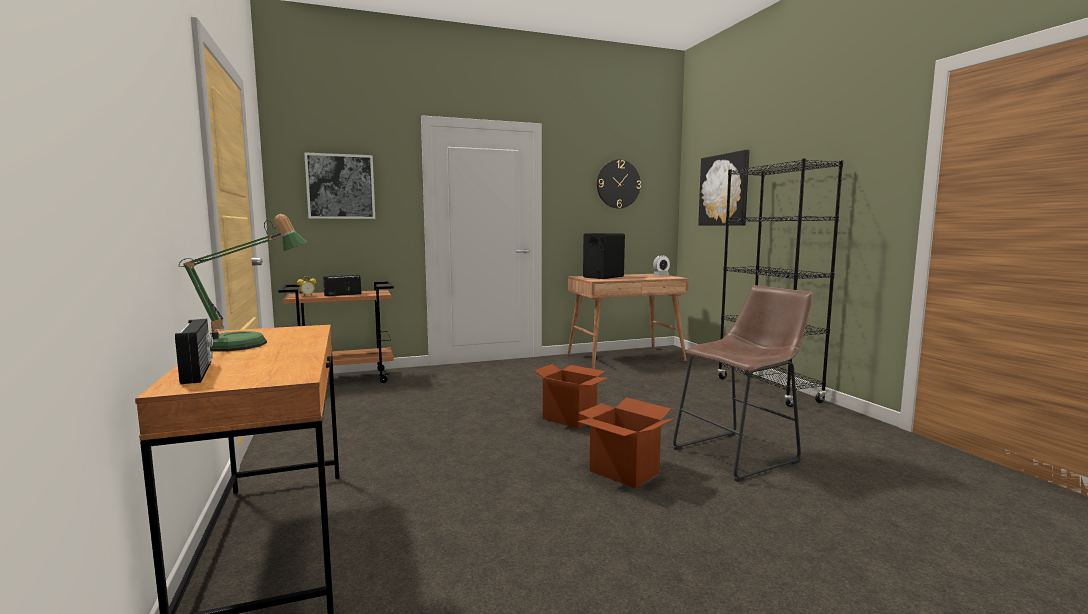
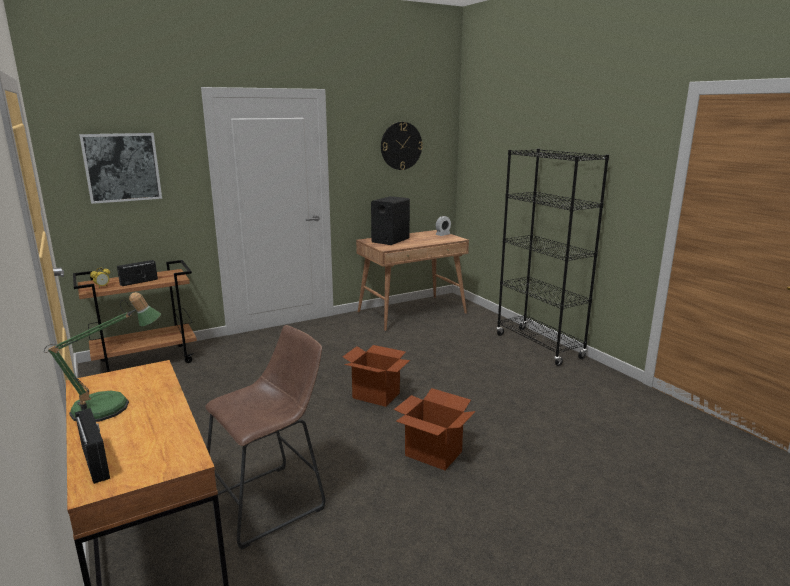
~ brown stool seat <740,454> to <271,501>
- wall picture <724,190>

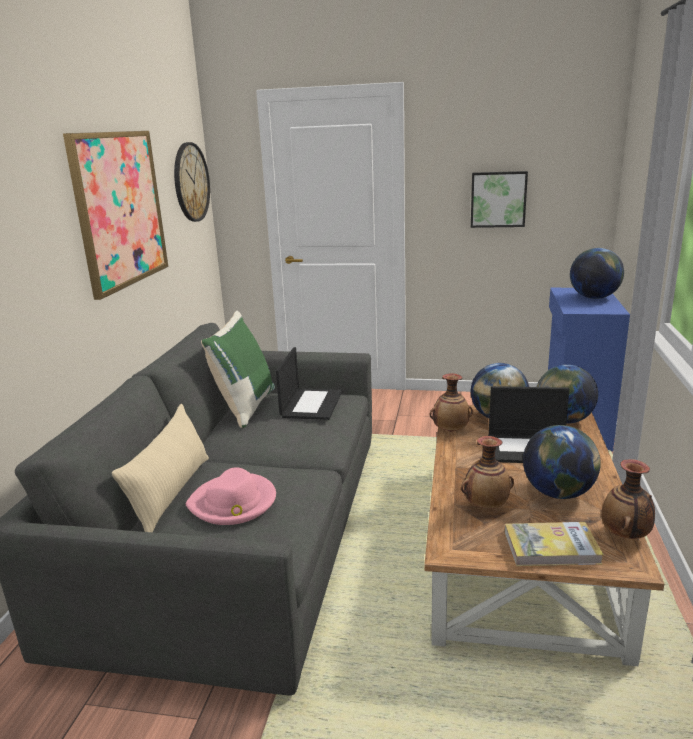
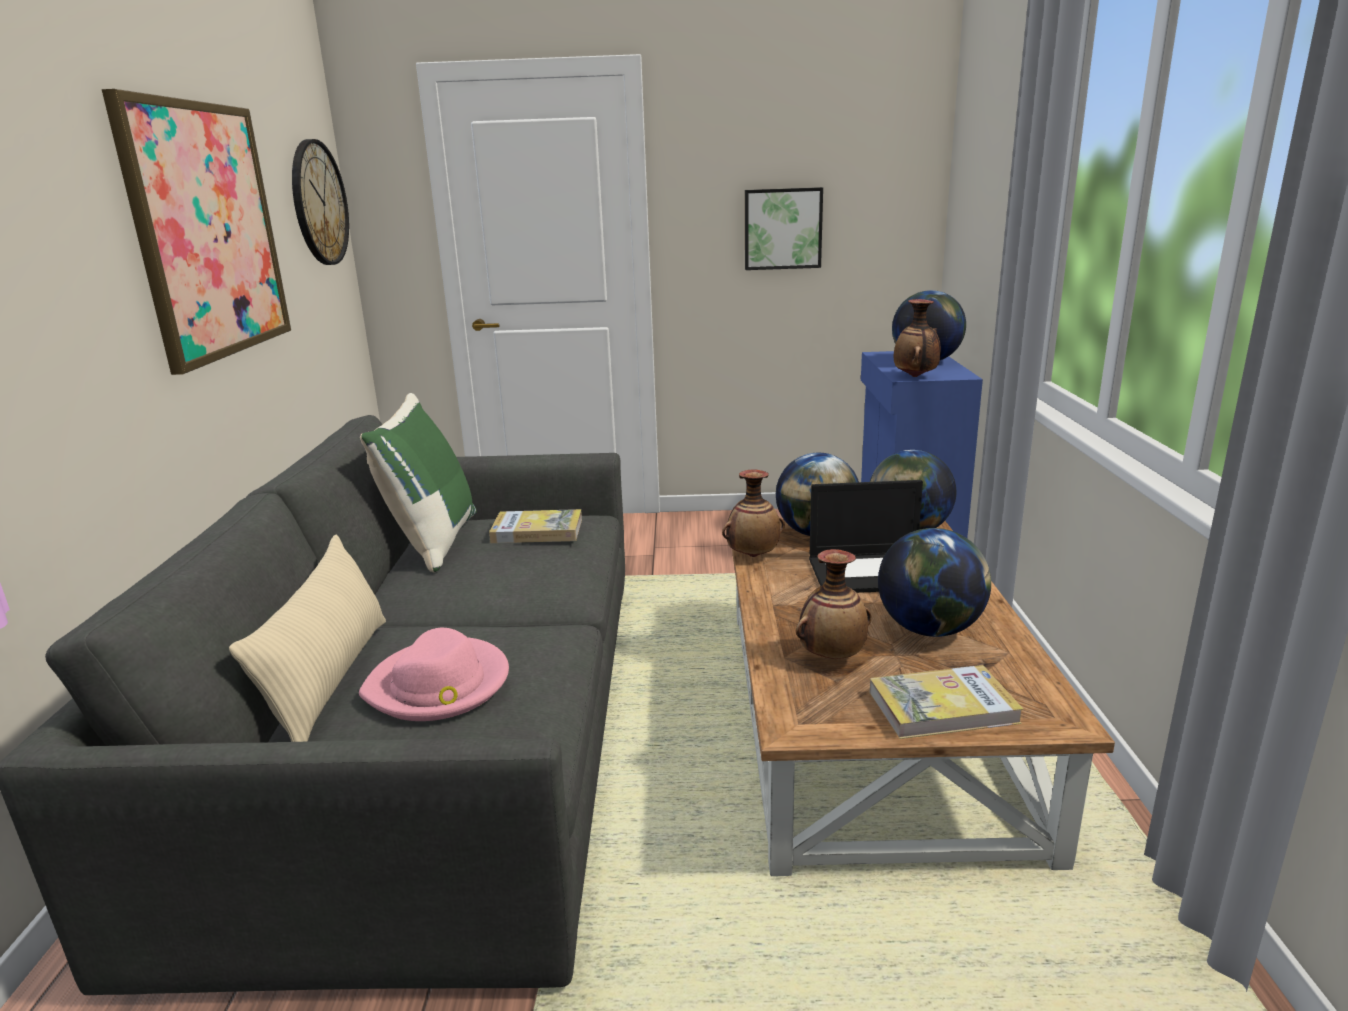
~ notebook computer <311,404> to volume <537,531>
~ flower vase <625,535> to <916,376>

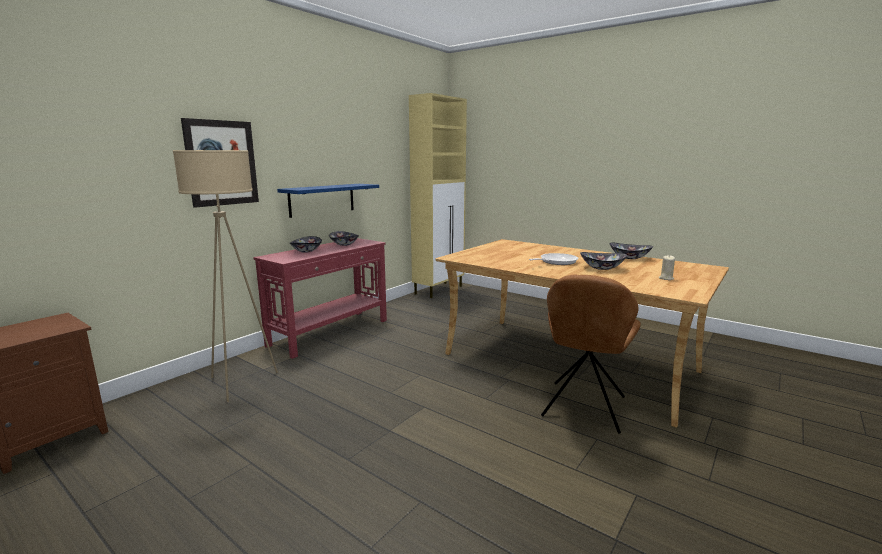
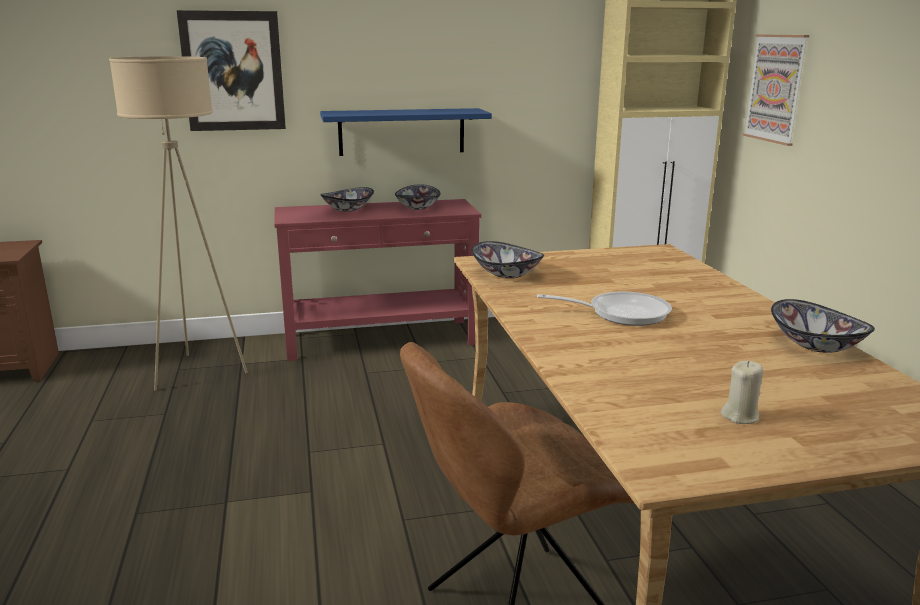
~ bowl <602,268> to <506,274>
+ wall picture <776,88>

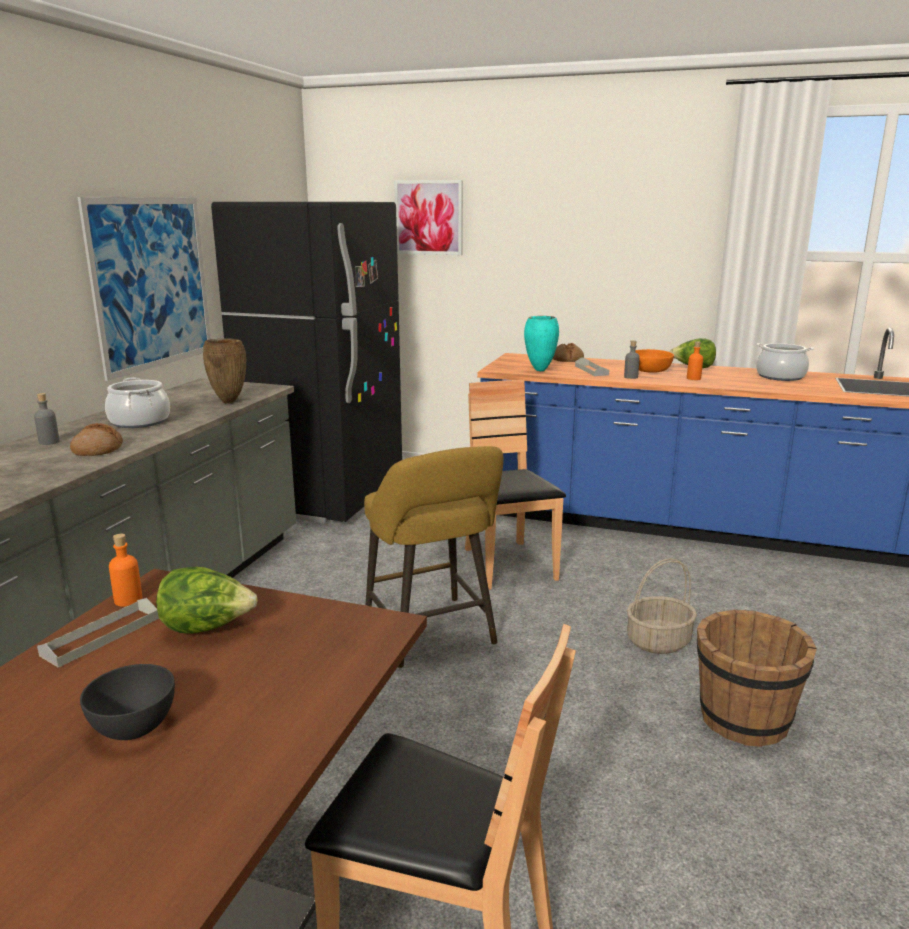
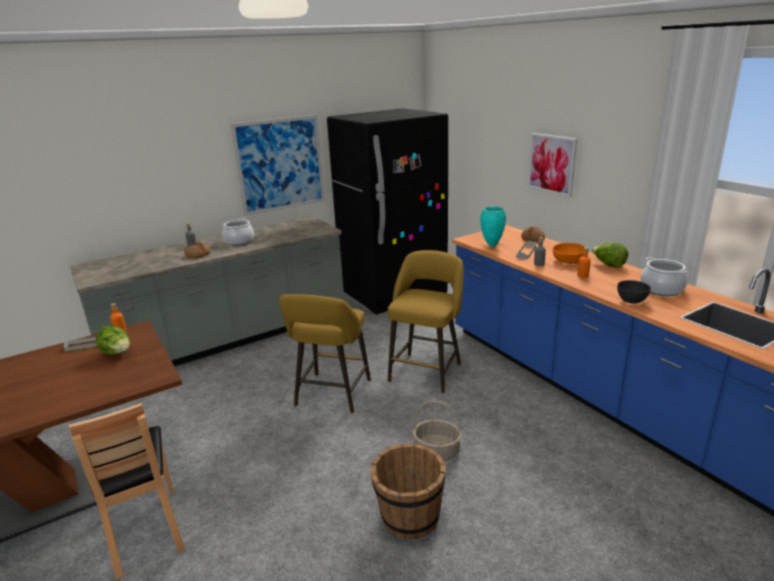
~ gray bowl <134,728> to <631,301>
- brown flower vase <229,402>
~ wall picture <429,217> to <552,164>
~ brown plain chair <508,565> to yellowish stool seat <426,370>

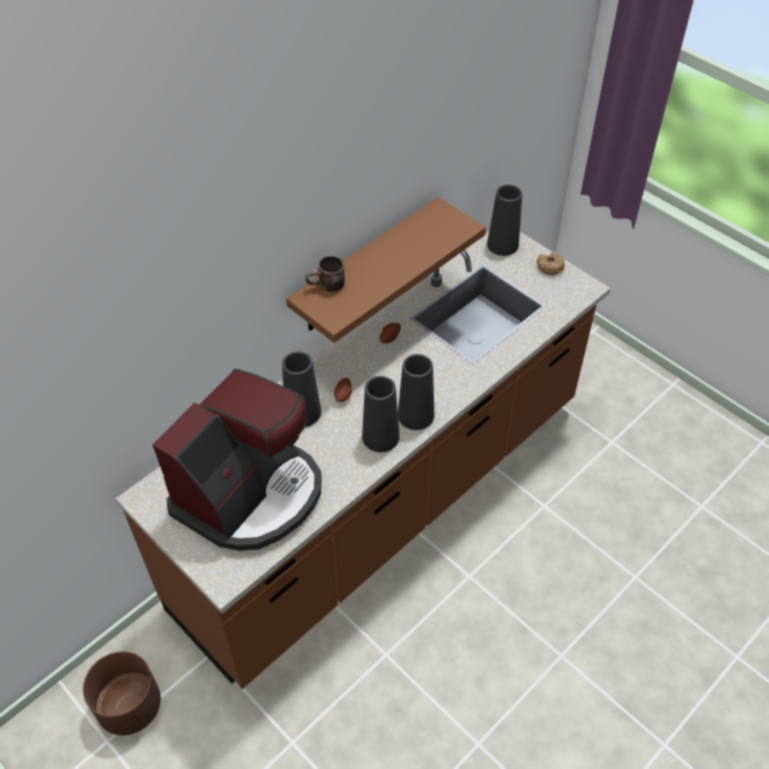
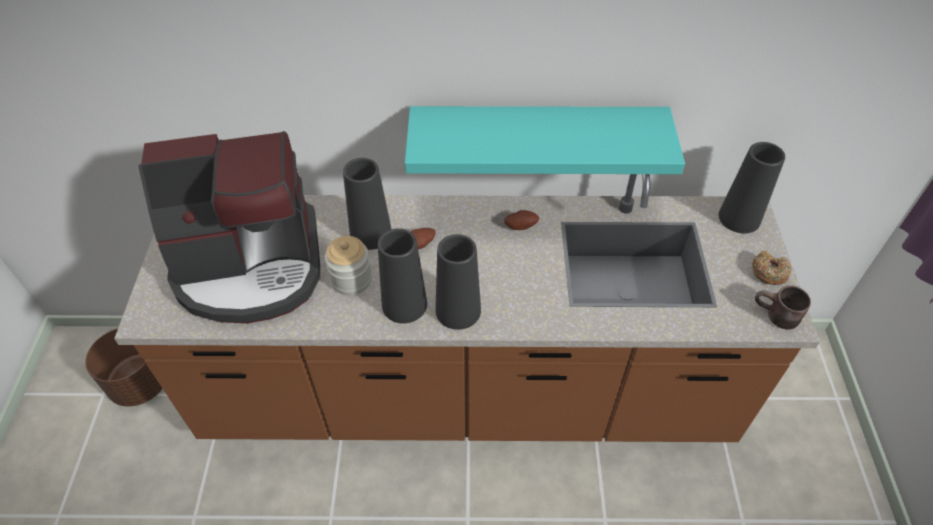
~ brown bracket shelf <366,267> to blue-green bracket shelf <536,136>
~ brown tea mug <327,287> to <775,317>
+ preserve jar <351,279>

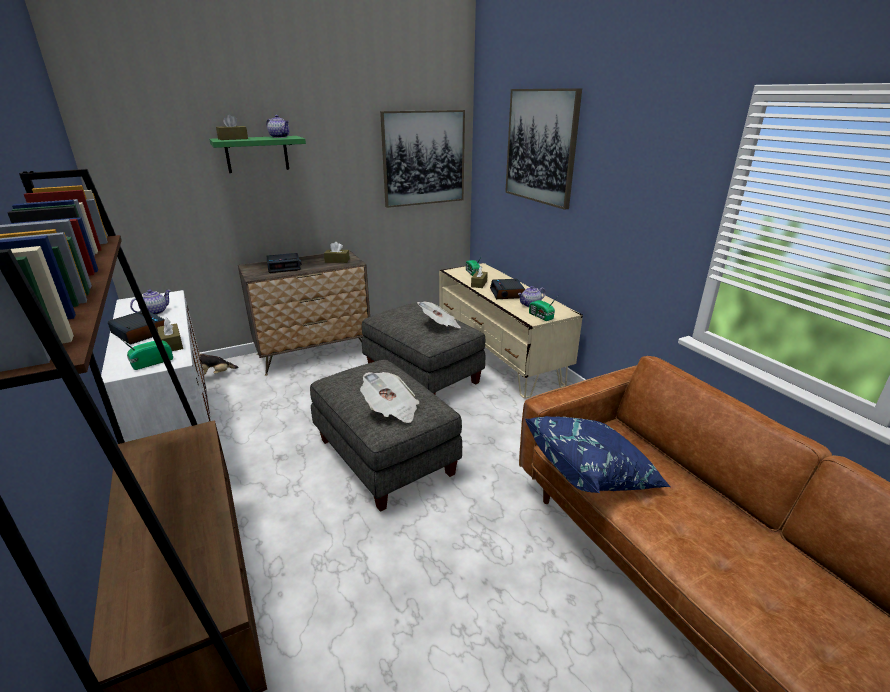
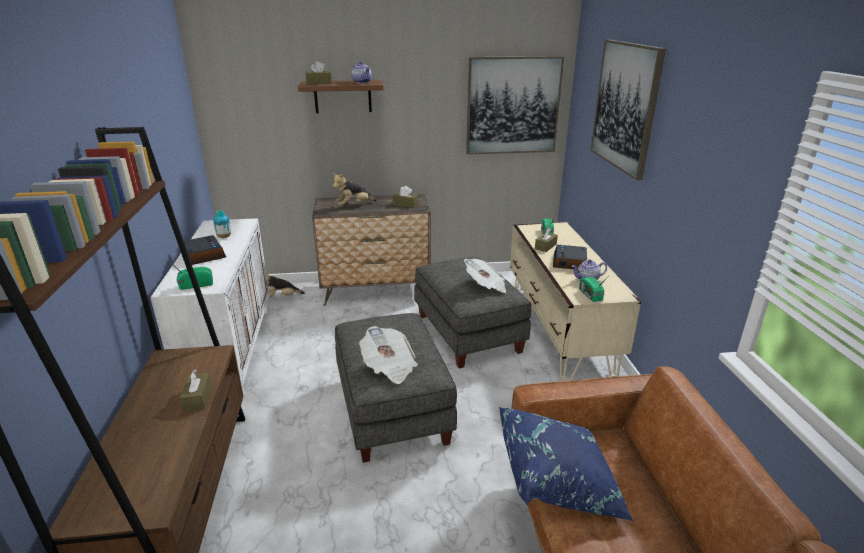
~ tea pot <155,312> to flower vase <224,237>
~ brown tissue holder <171,344> to <197,397>
~ green-coloured bracket shelf <257,154> to brown bracket shelf <342,96>
~ alarm clock <284,267> to soft toy <354,205>

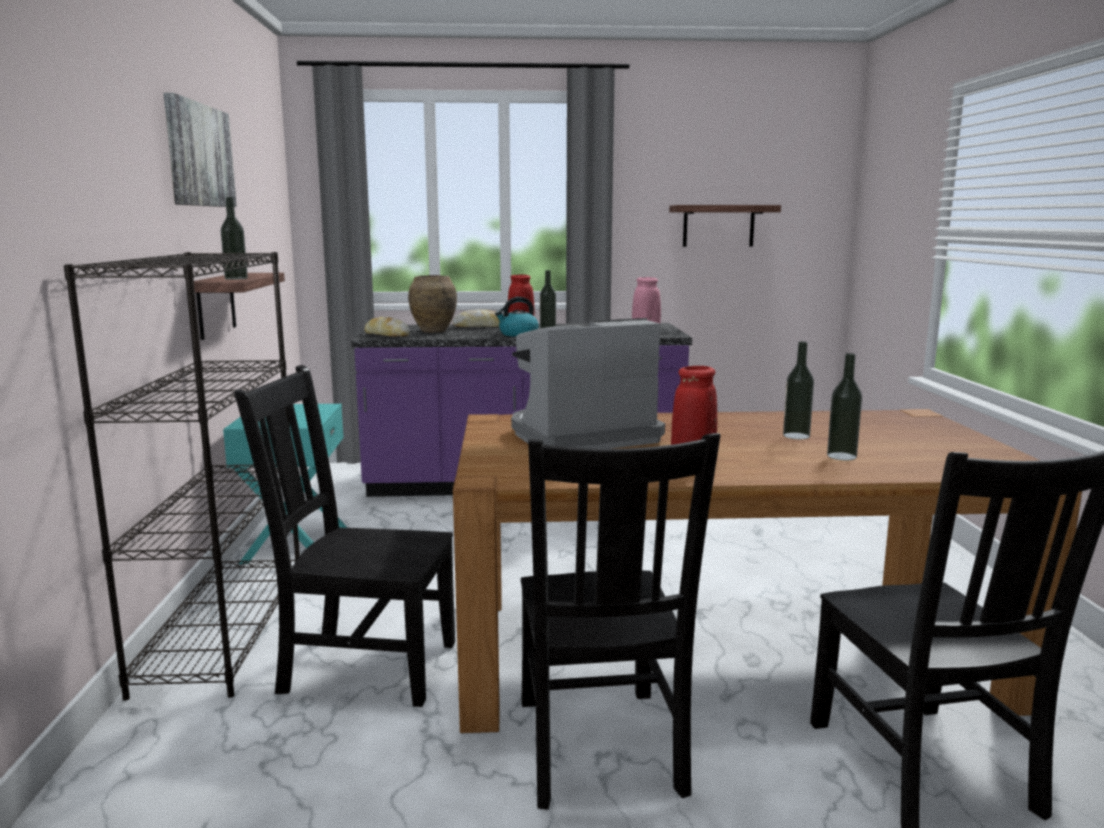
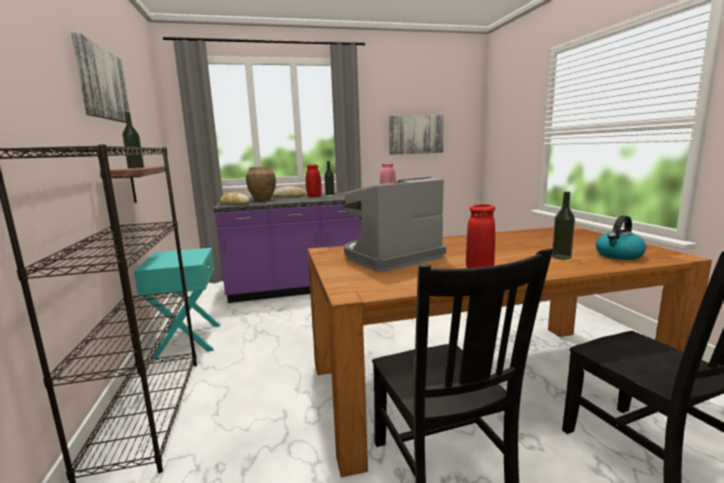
- black-coloured plain chair <363,666>
~ kettle <518,334> to <618,255>
~ bracket shelf <718,226> to wall picture <416,134>
- beverage bottle <796,436>

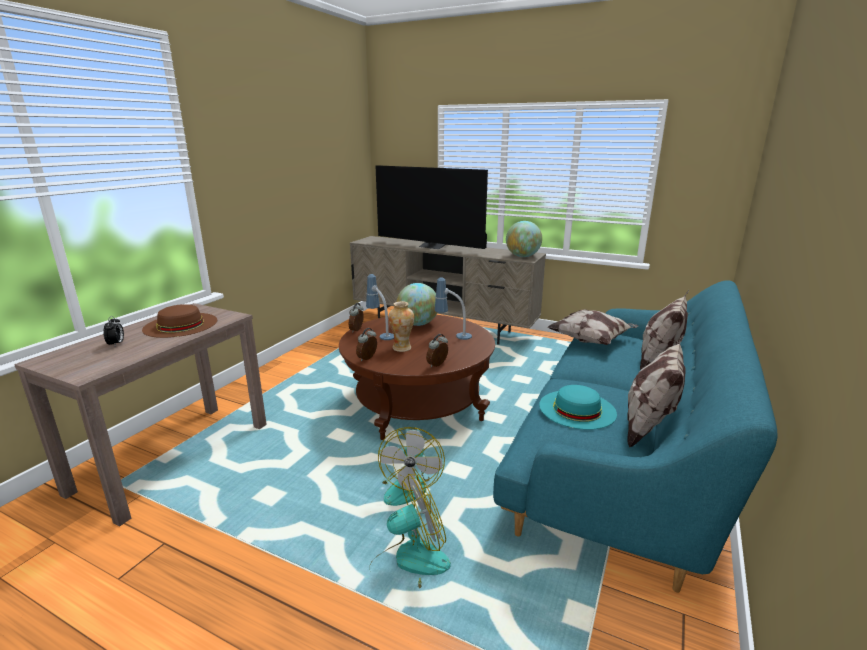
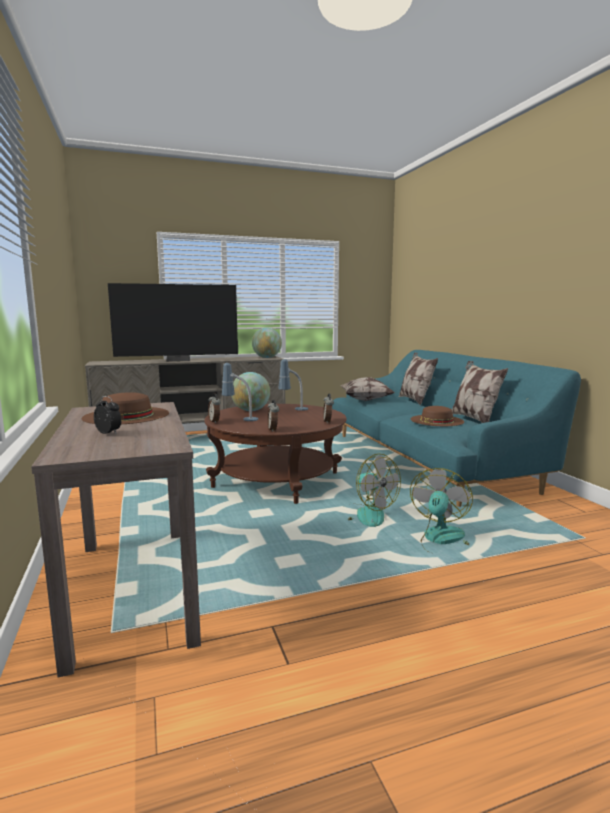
- flower vase <402,348>
~ blue-green clothing hat <577,409> to brown clothing hat <436,420>

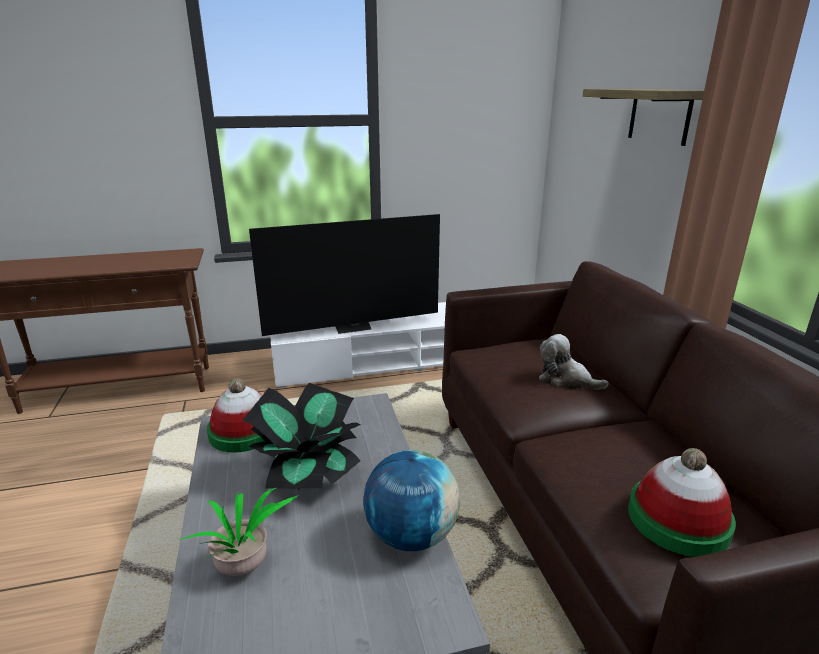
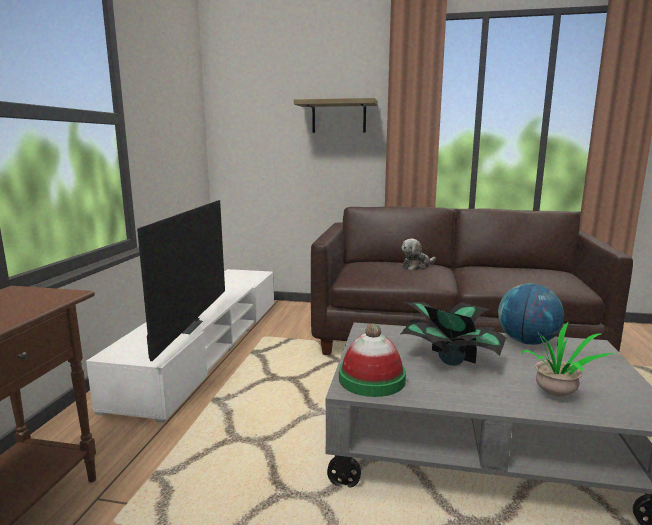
- clothing hat <678,519>

